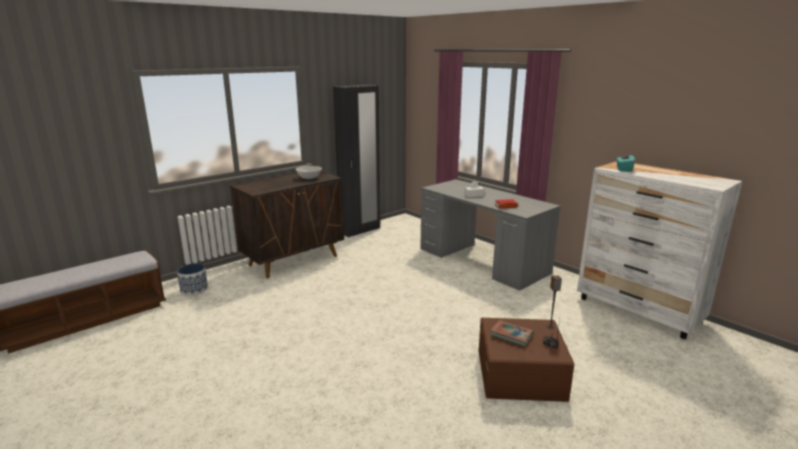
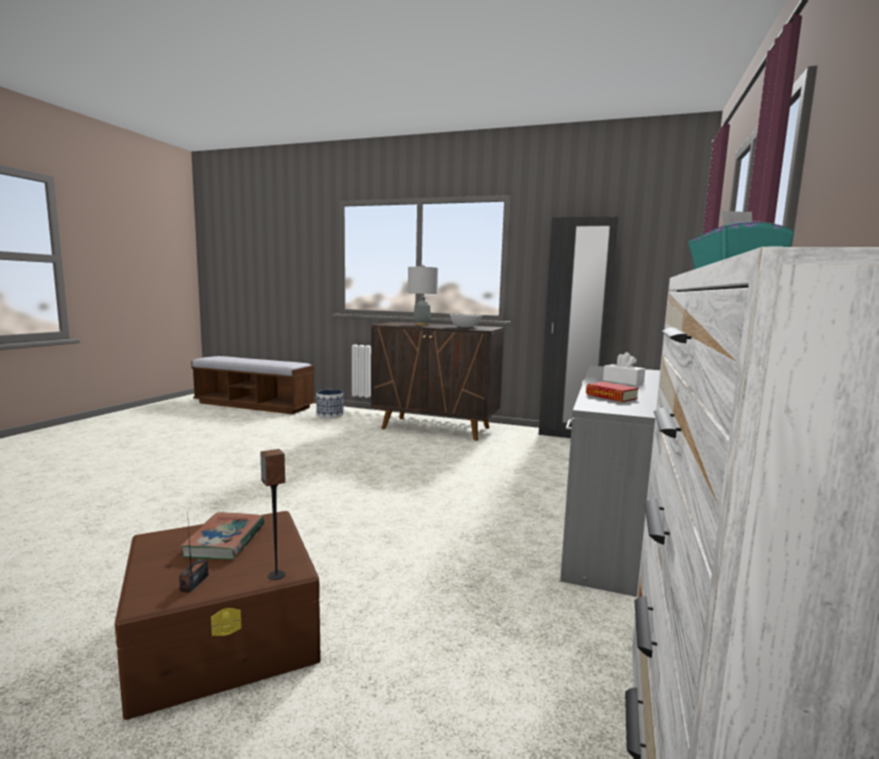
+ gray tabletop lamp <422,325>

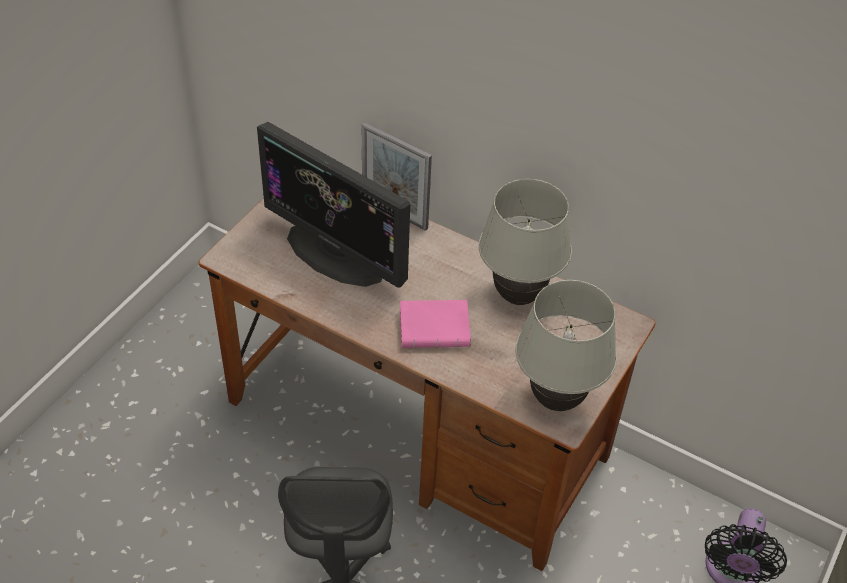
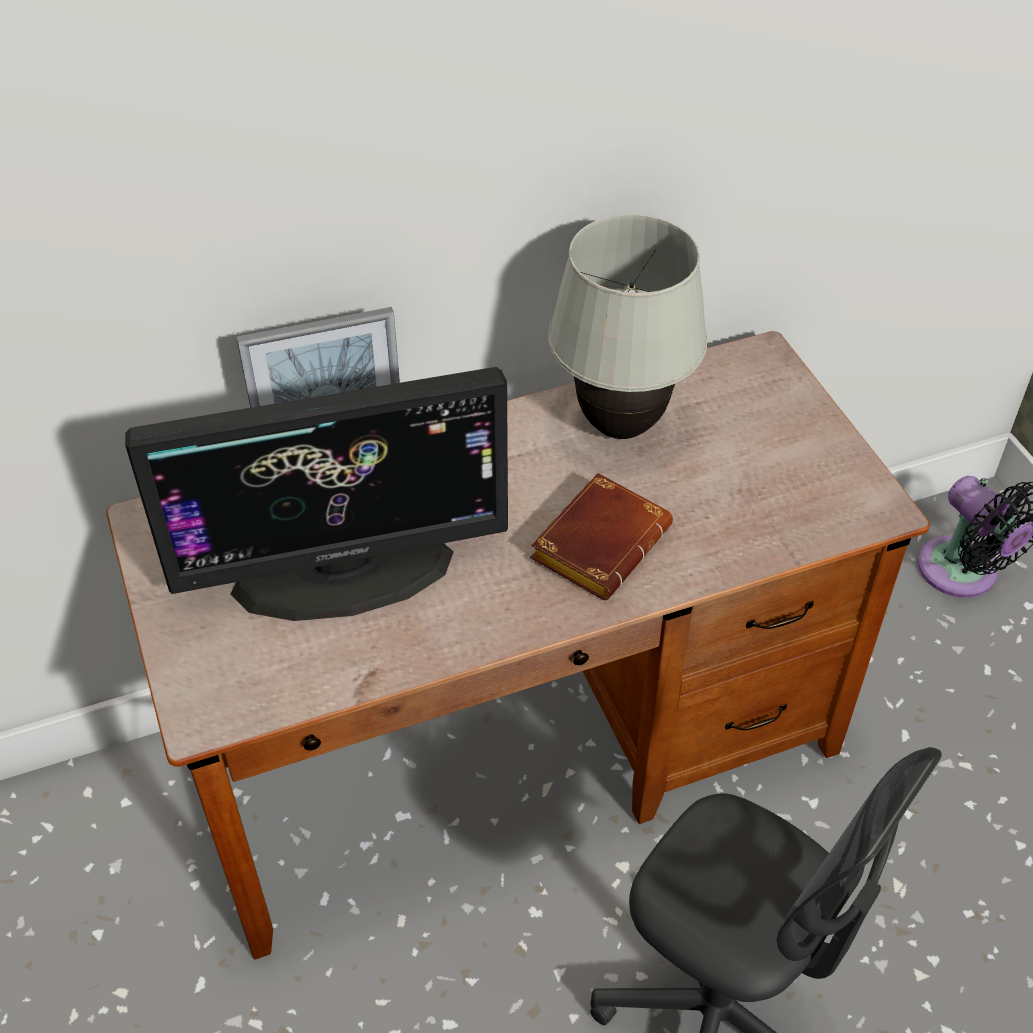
~ pink-coloured volume <436,327> to brown volume <599,541>
- white tabletop lamp <557,399>

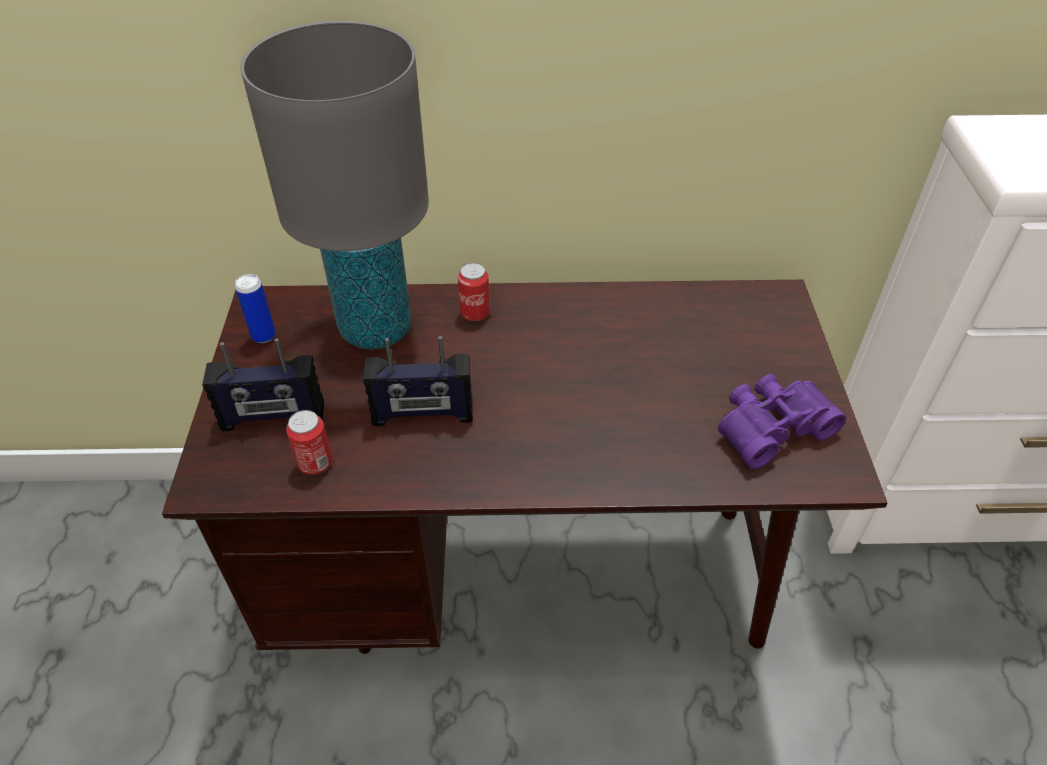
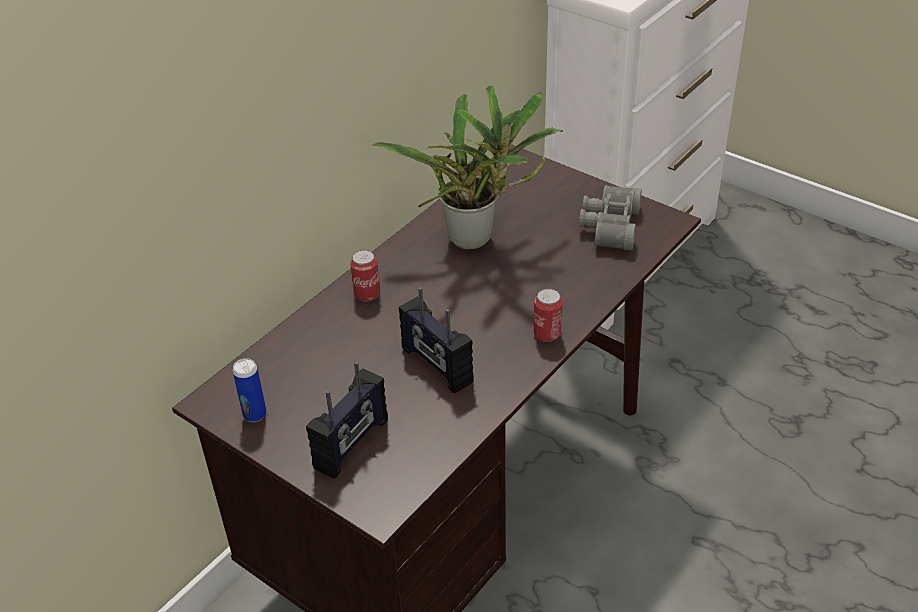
- gray tabletop lamp <375,328>
~ metal can <315,463> to <547,334>
~ radio set <423,414> = <436,366> 105 degrees clockwise
~ purple pair of binoculars <770,427> to gray pair of binoculars <608,226>
+ houseplant <477,239>

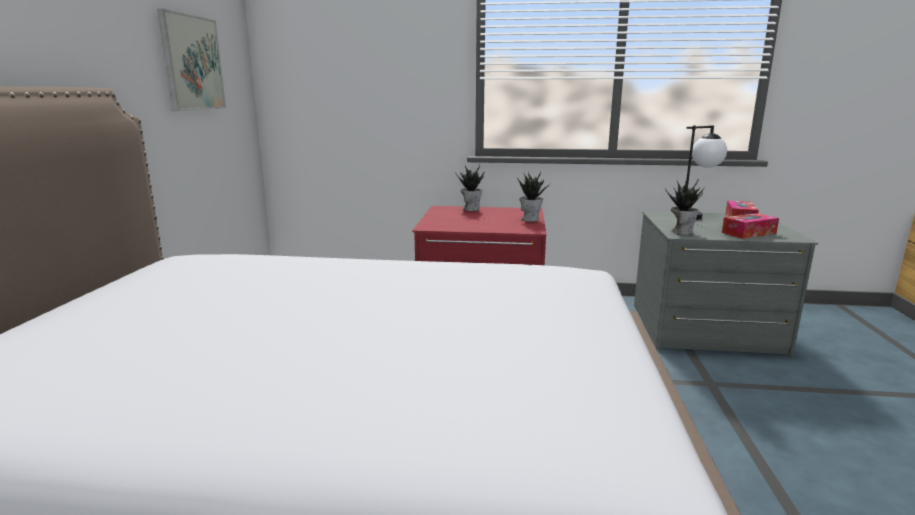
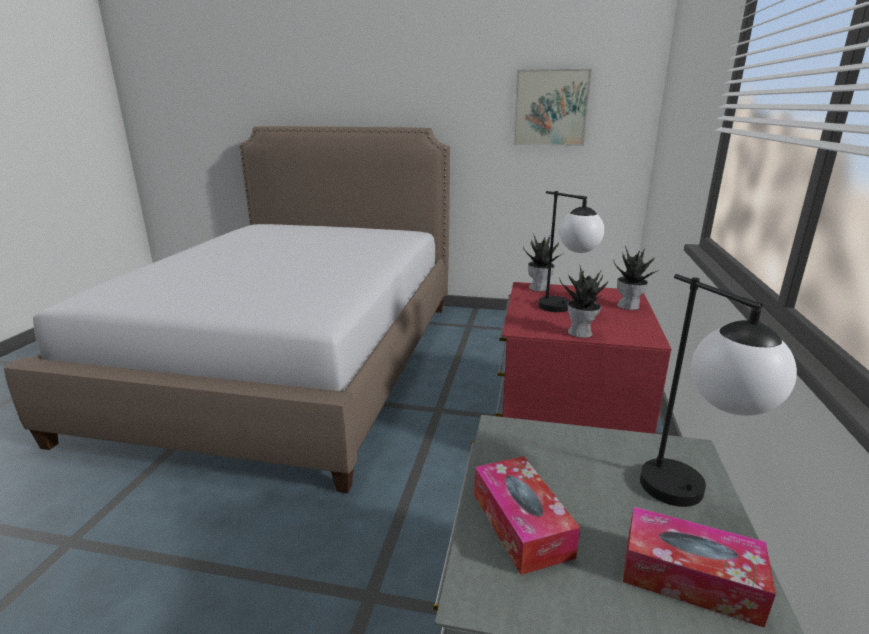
~ houseplant <681,232> to <539,288>
+ tabletop lamp <565,310>

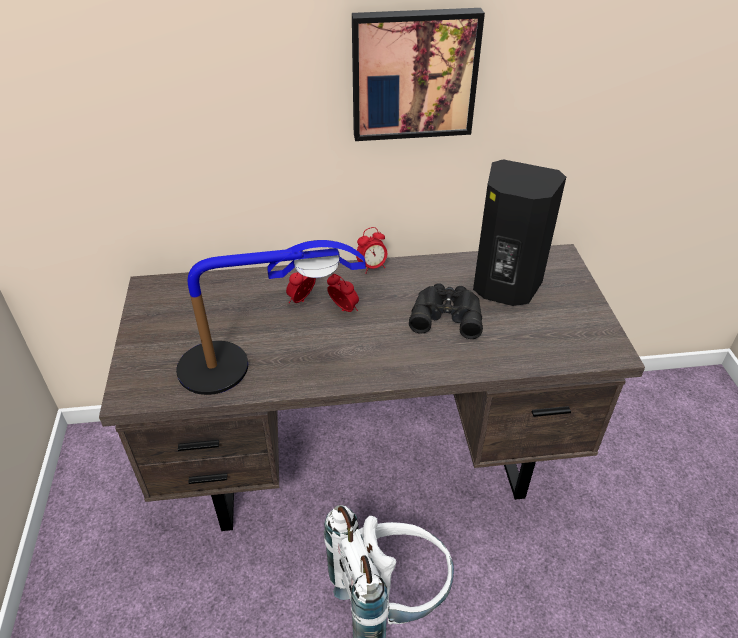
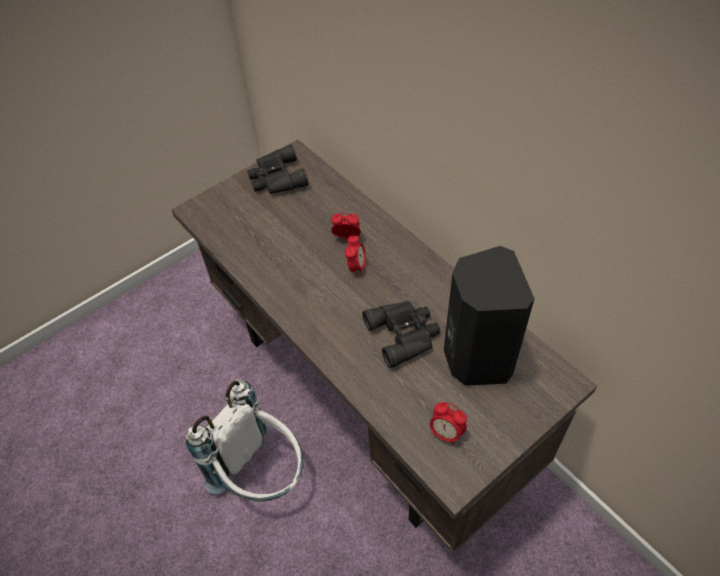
- tabletop lamp <252,363>
- wall picture <413,74>
~ alarm clock <372,267> to <446,433>
+ black-coloured pair of binoculars <276,178>

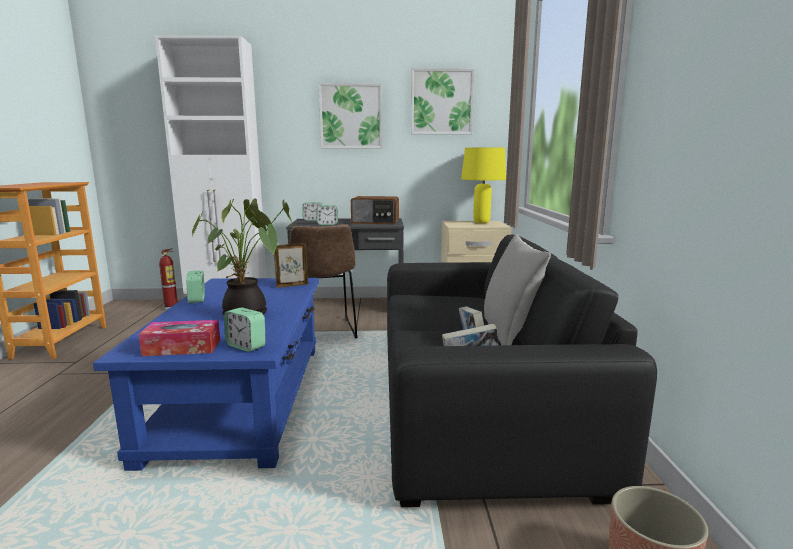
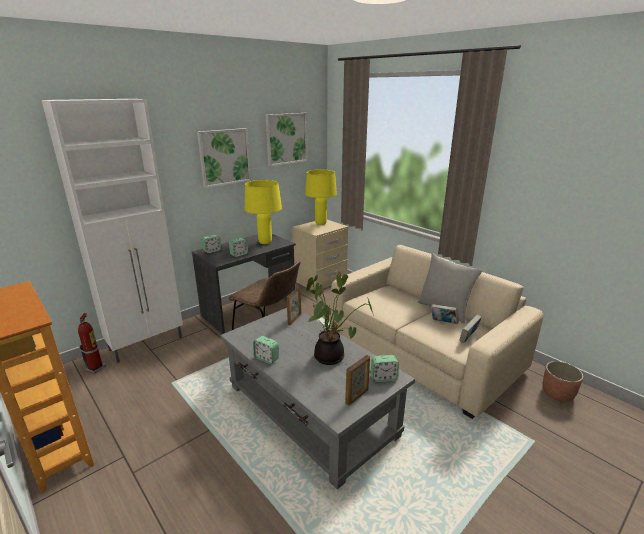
~ blue low table <241,398> to gray low table <310,410>
~ tissue holder <182,347> to picture frame <357,396>
~ radio set <375,222> to yellowish tabletop lamp <265,242>
~ black-coloured sofa <477,406> to sand-coloured sofa <423,352>

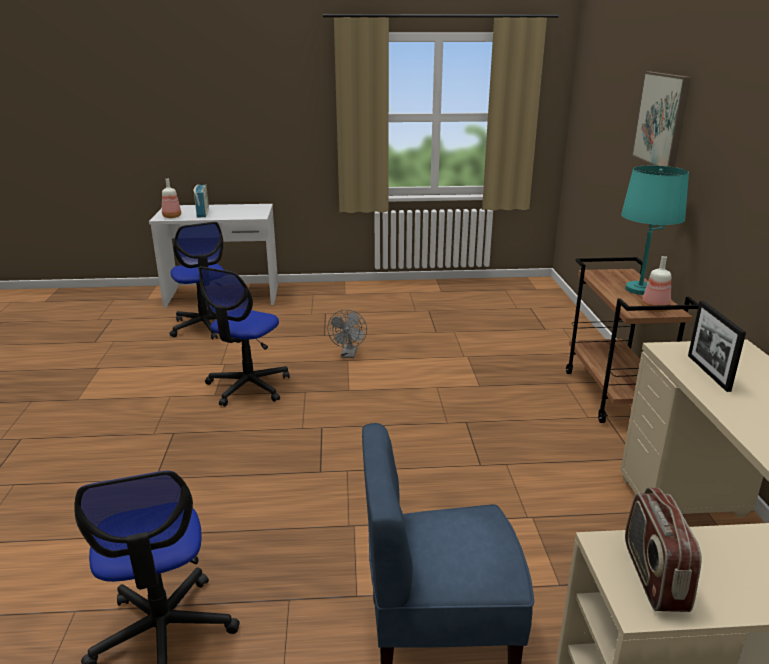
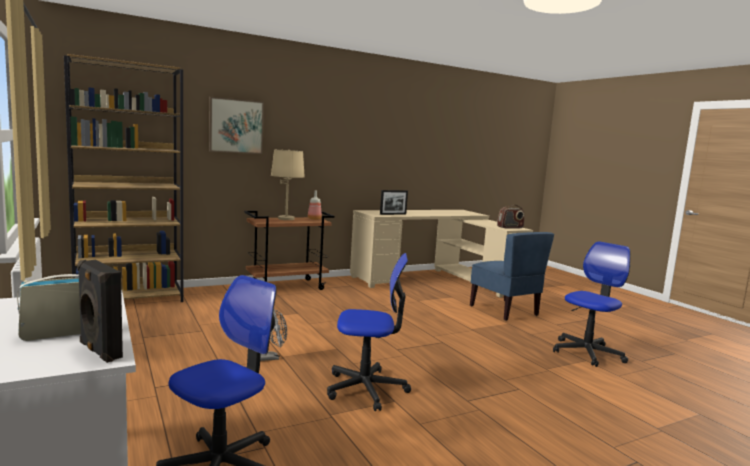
~ beverage bottle <171,217> to black-coloured audio speaker <99,351>
~ blue-green tabletop lamp <640,290> to sand-coloured tabletop lamp <286,219>
+ brown shelving unit <130,299>

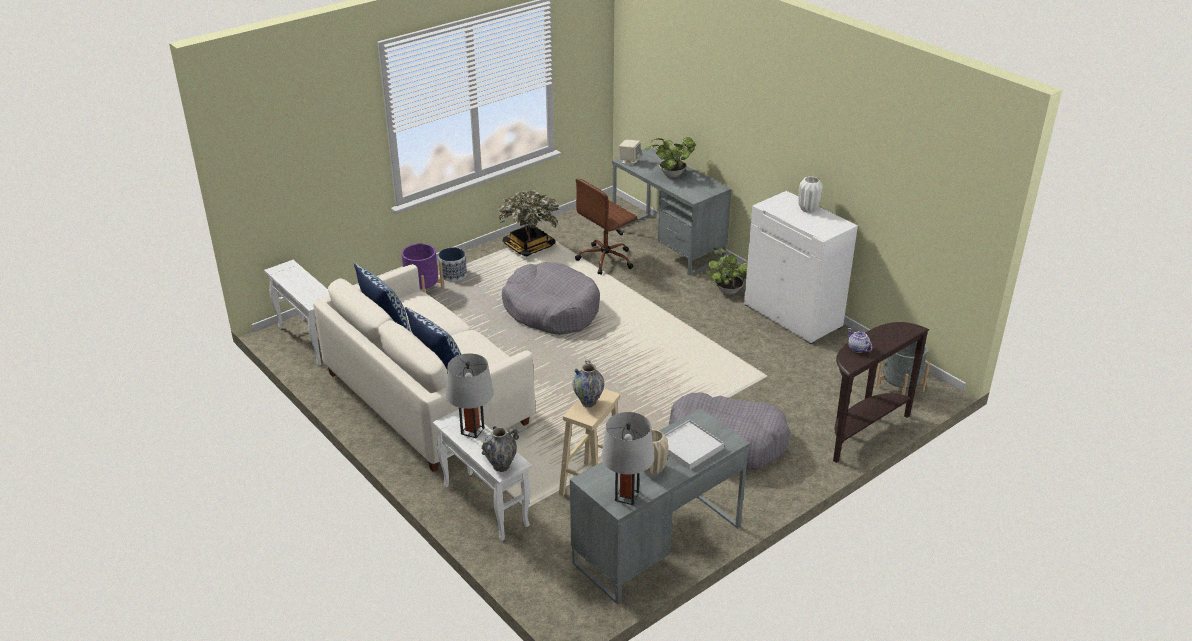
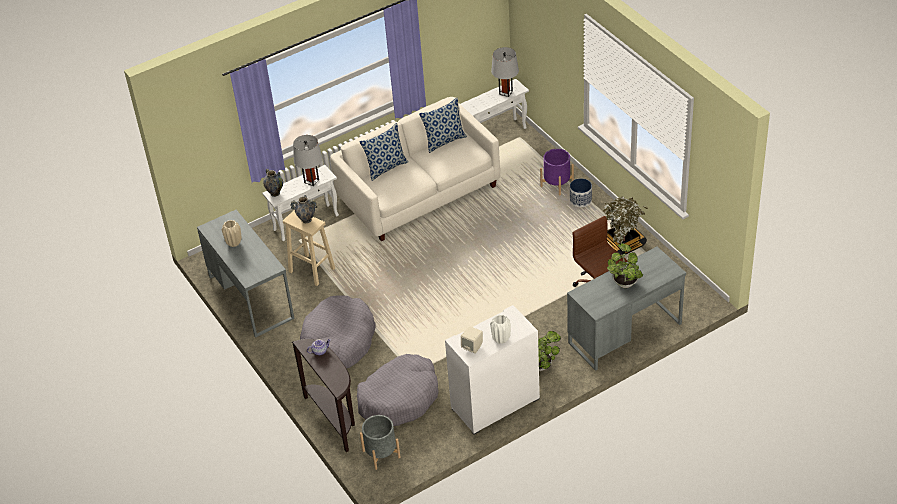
~ gray dog cushion <552,310> to <399,398>
~ gray tabletop lamp <627,496> to <505,92>
~ sand-coloured audio speaker <629,161> to <472,347>
- white tray <689,447>

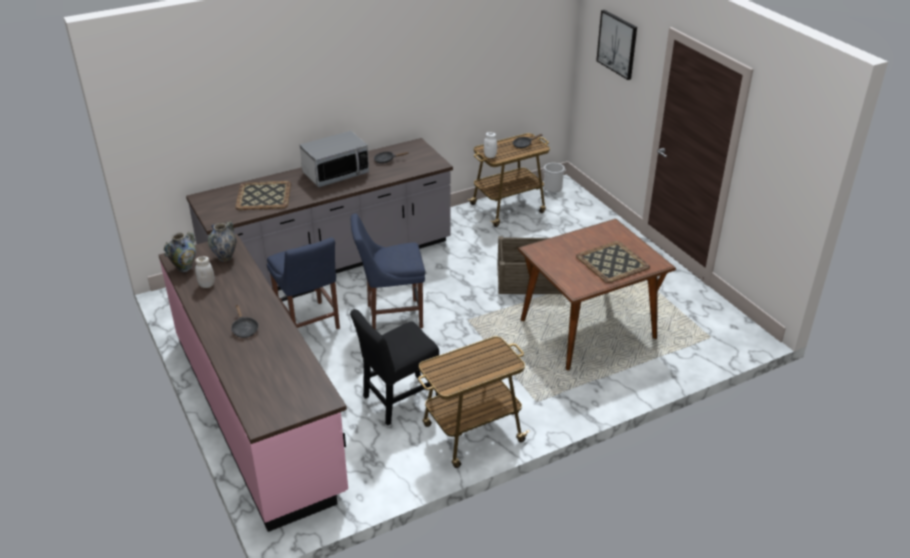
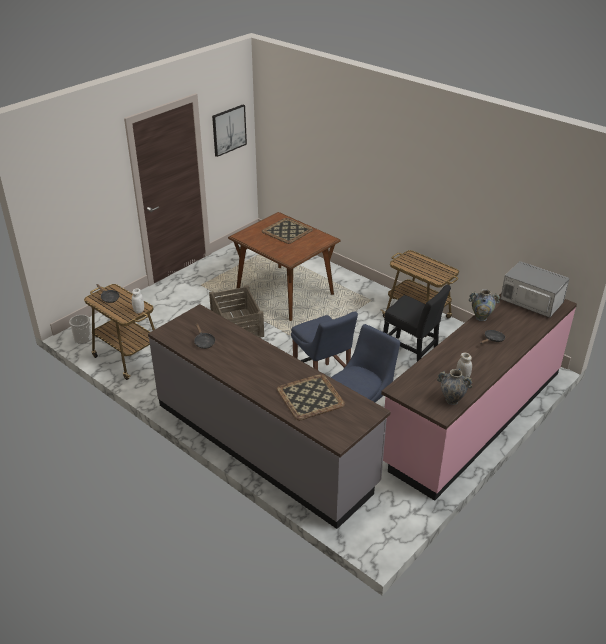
~ flower vase <225,257> to <481,318>
~ kitchen microwave <336,173> to <531,302>
~ wall picture <617,44> to <229,130>

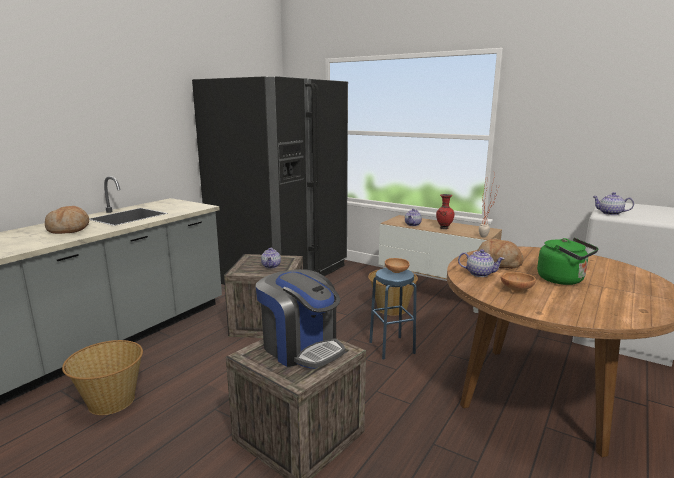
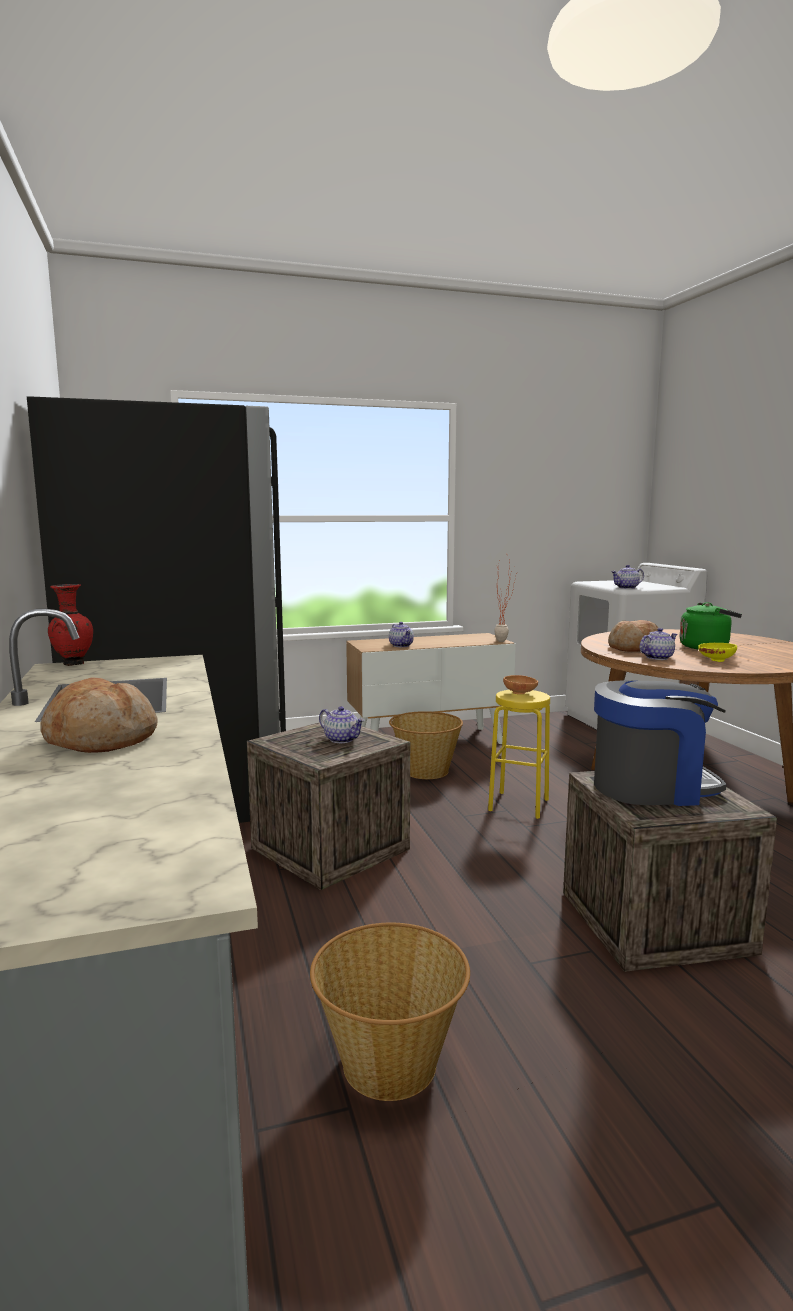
~ blue stool seat <391,347> to yellowish stool seat <518,804>
~ red flower vase <444,228> to <72,664>
~ brown bowl <516,289> to yellowish bowl <715,660>

